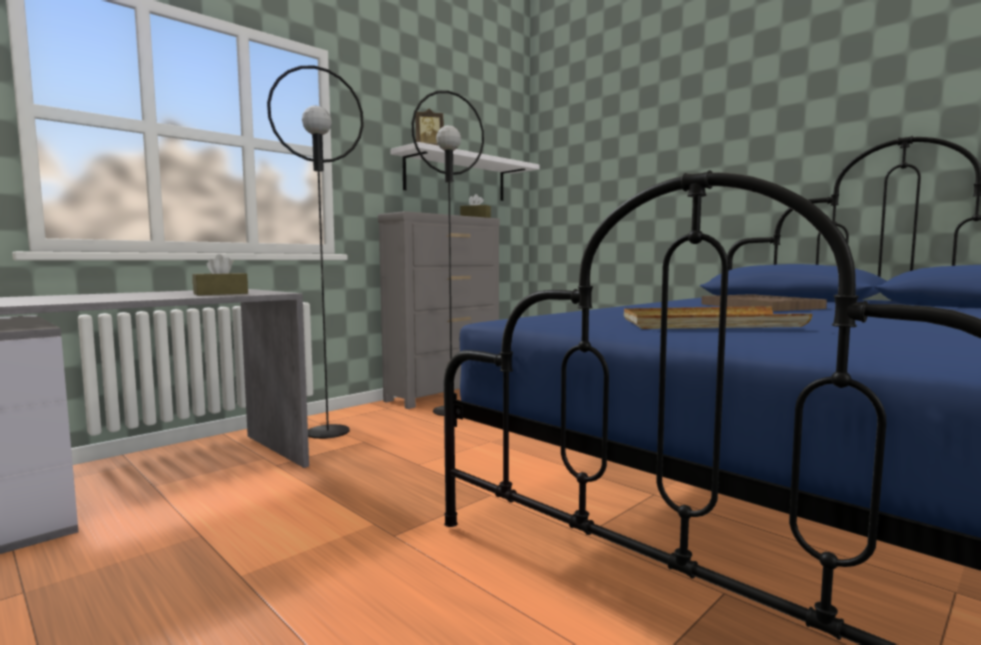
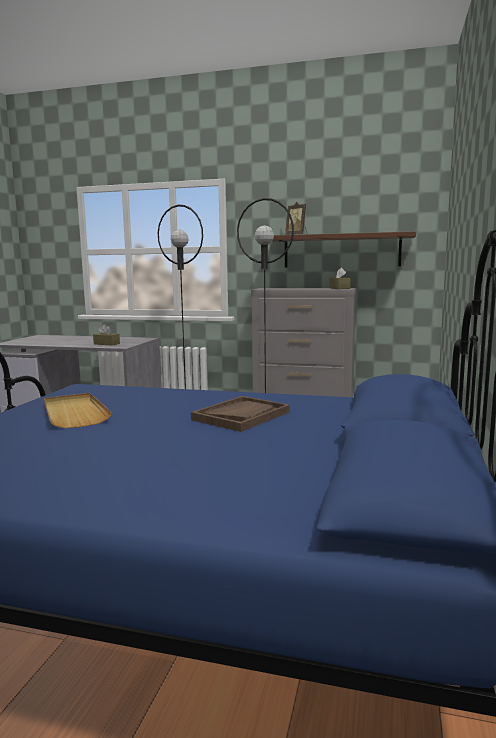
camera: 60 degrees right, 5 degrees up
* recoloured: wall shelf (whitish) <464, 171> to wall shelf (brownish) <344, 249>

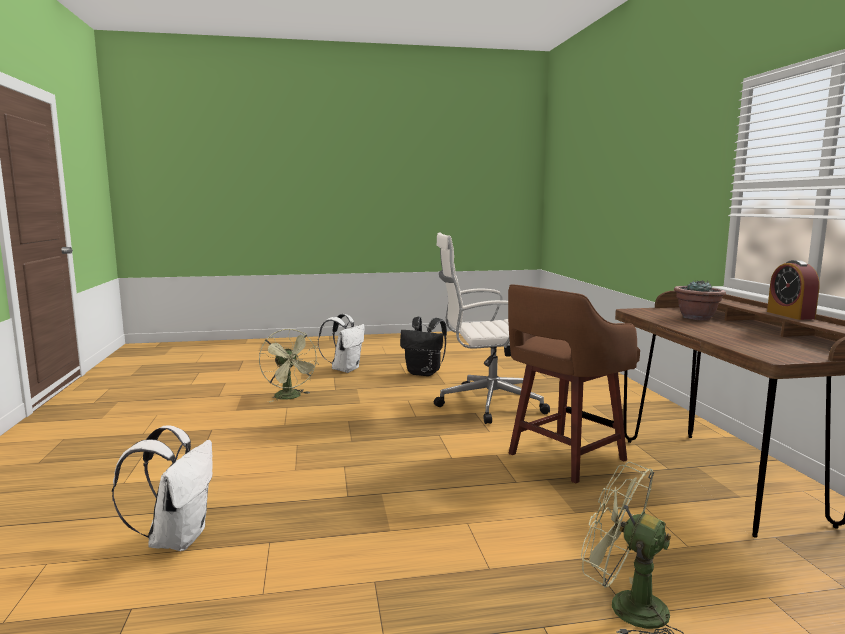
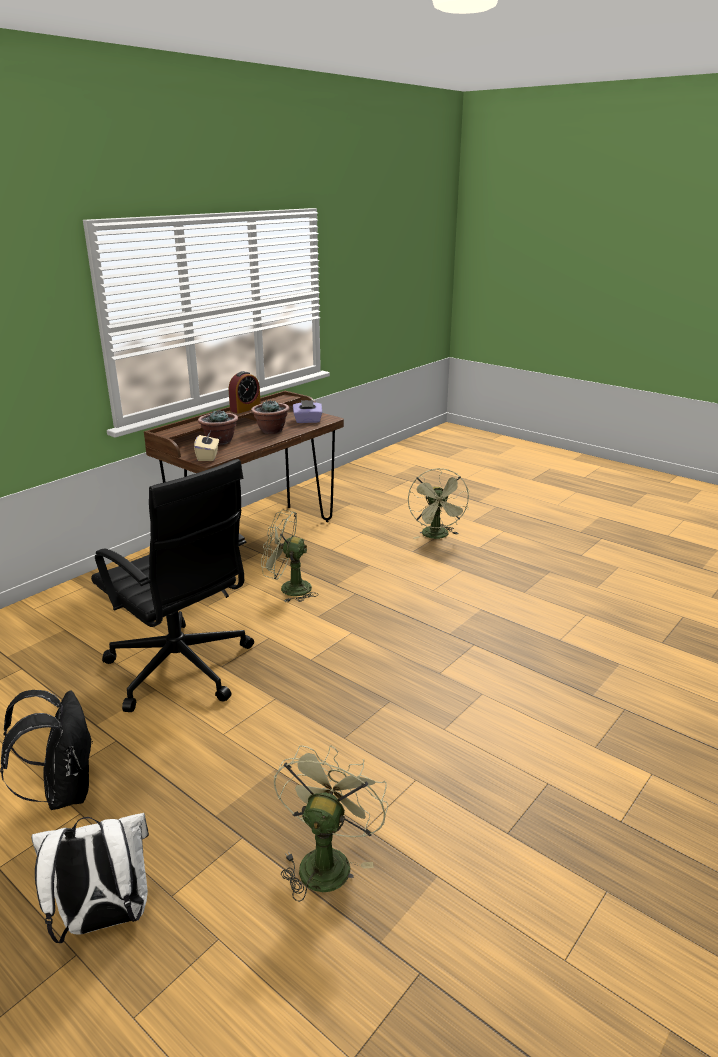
camera: 130 degrees left, 15 degrees up
* removed: rucksack (whitish) <162, 488>
* recoloured: office chair (whitish) <492, 328> to office chair (black-coloured) <172, 585>
* replaced: stool seat (brownish) <574, 384> to fan (green-coloured) <290, 556>
* added: tissue box (beige) <206, 446>
* added: potted plant <270, 417>
* added: tissue box (purplish) <307, 411>

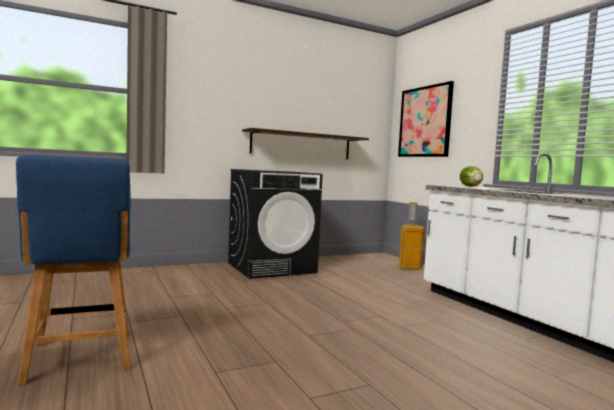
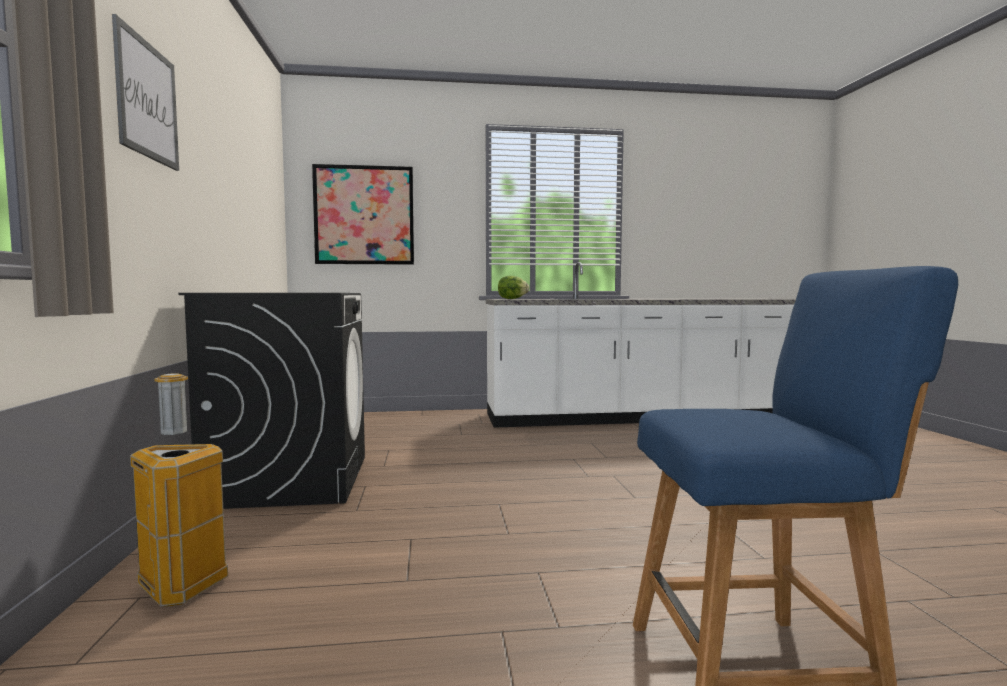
camera: 70 degrees left, 0 degrees up
* removed: wall shelf <305, 143>
* moved: trash can <412, 236> to <179, 490>
* added: picture <145, 92>

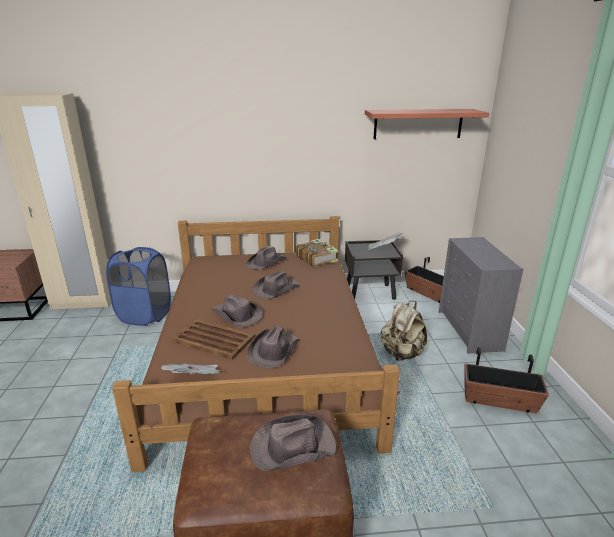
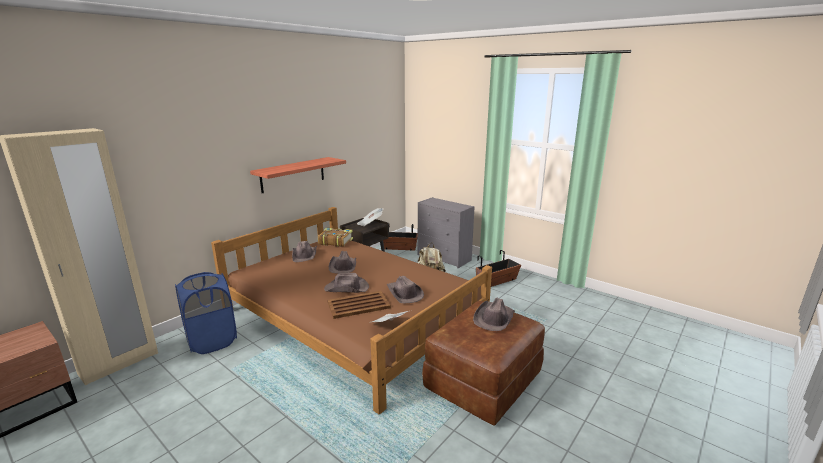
camera: 45 degrees left, 5 degrees down
* moved: wall shelf <427, 124> to <298, 175>

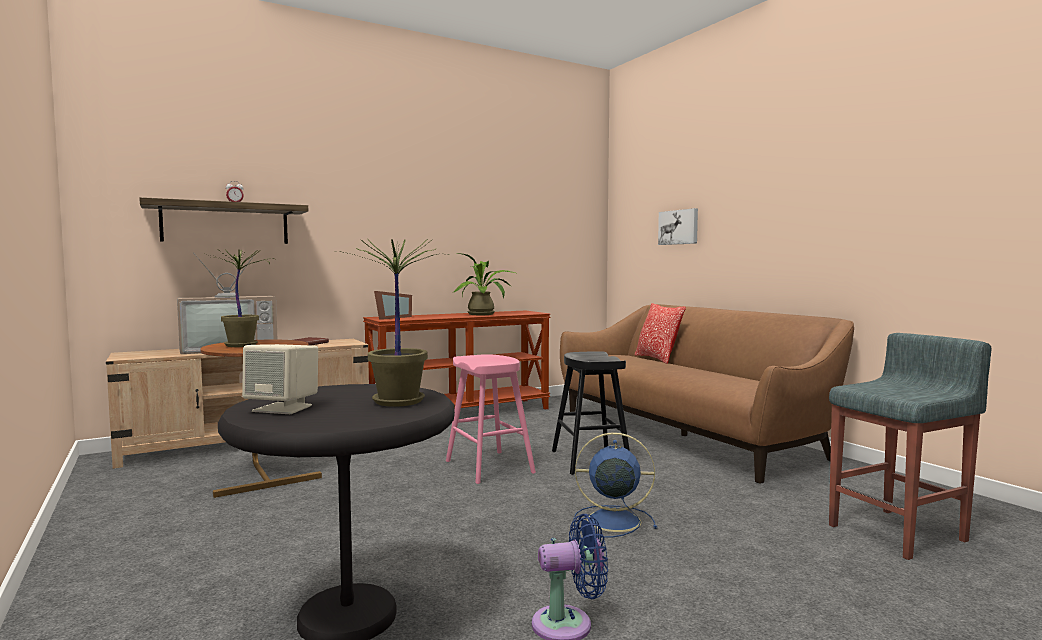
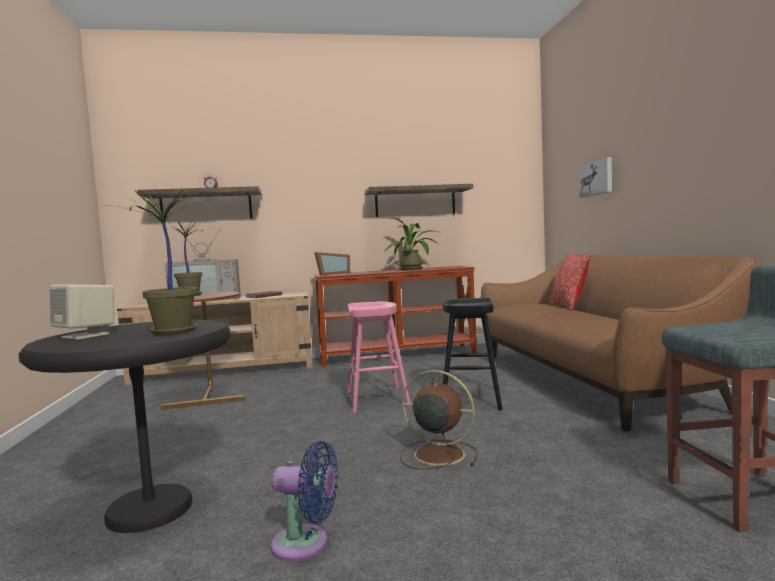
camera: 20 degrees right, 0 degrees up
* recoloured: fan (blue-coloured) <615, 485> to fan (brownish) <439, 420>
* added: wall shelf <419, 200>

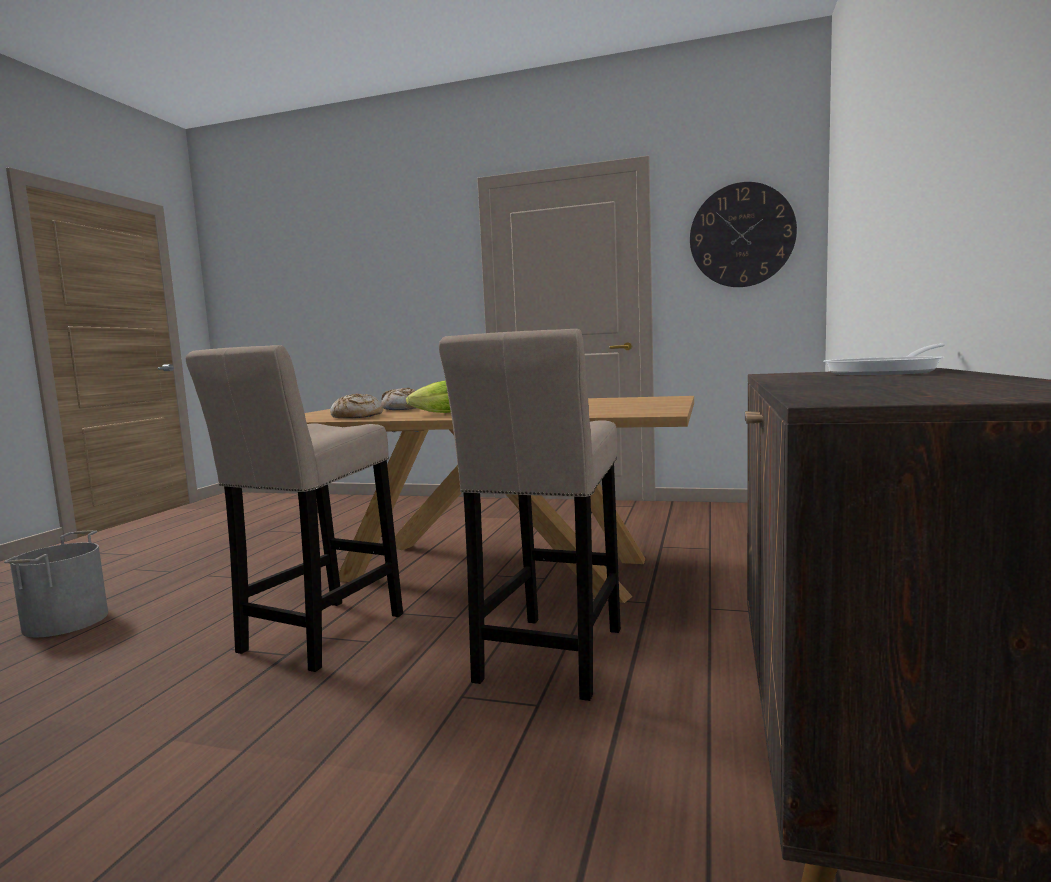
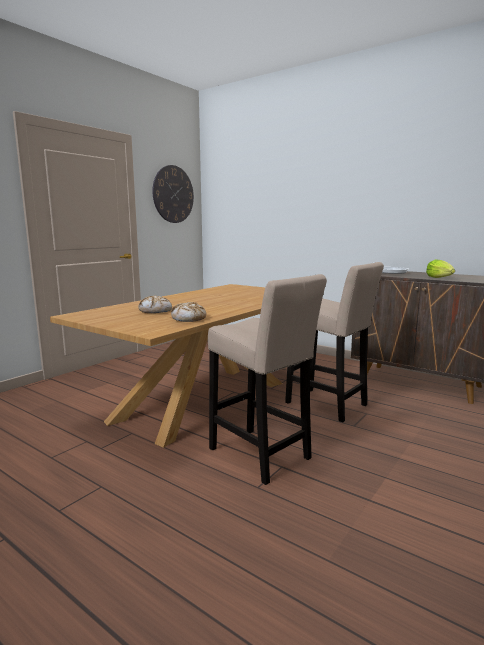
camera: 70 degrees left, 5 degrees up
* removed: water bucket (grey) <56, 583>
* moved: lettuce head <428, 397> to <440, 268>

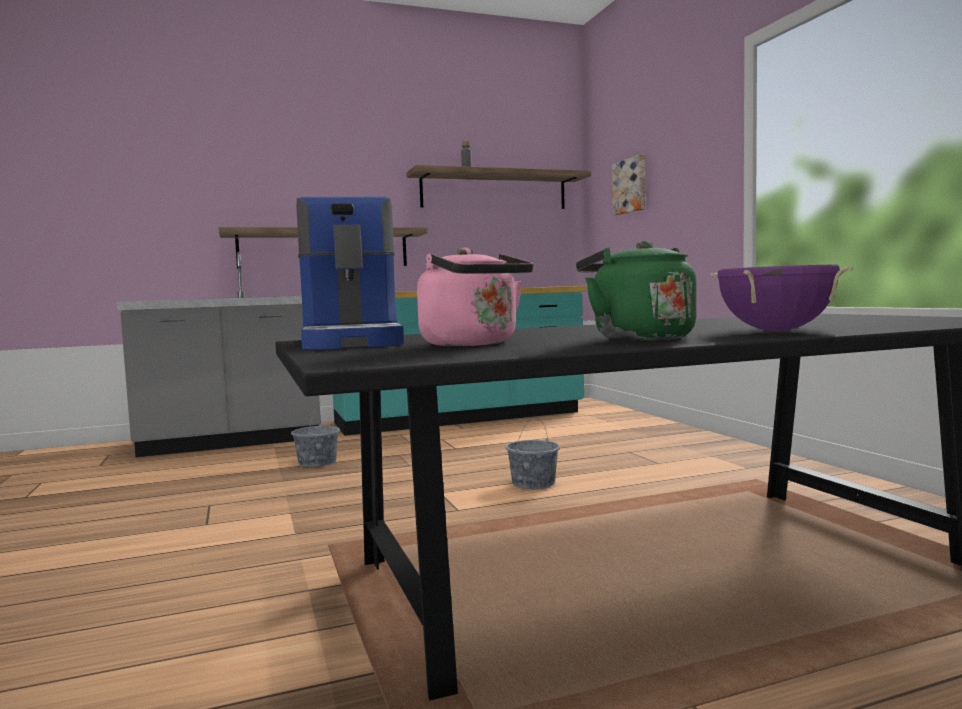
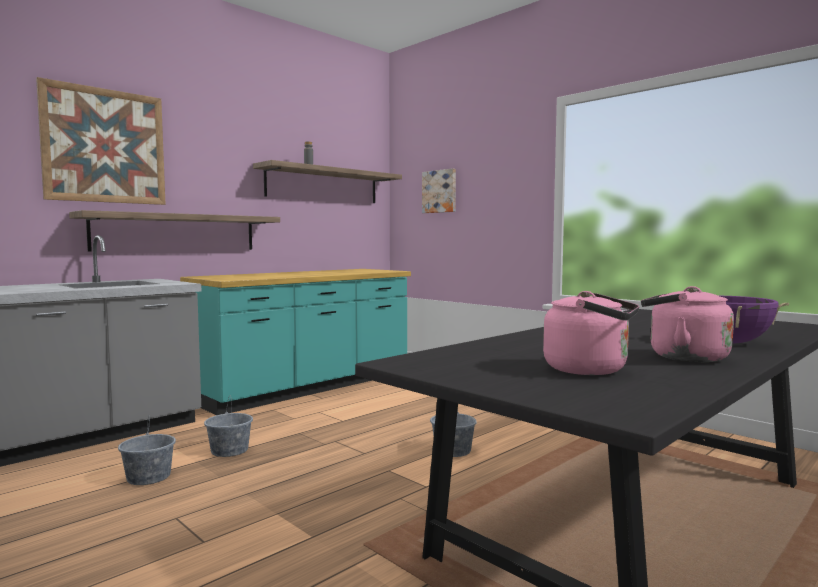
camera: 25 degrees left, 0 degrees up
* removed: coffee brewer <350, 273>
* recoloured: kettle (green-coloured) <636, 291> to kettle (pink-coloured) <687, 324>
* added: picture <101, 141>
* added: water bucket (grey) <147, 450>

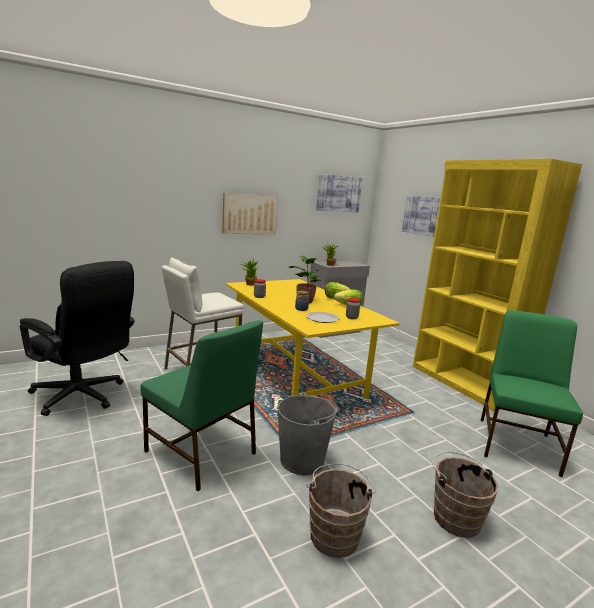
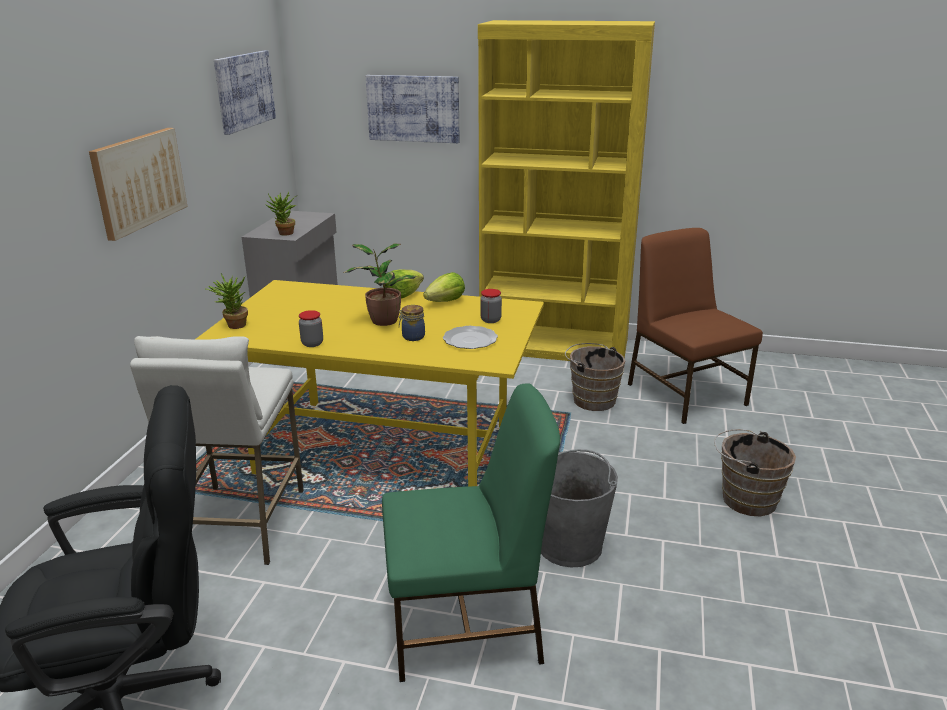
camera: 45 degrees left, 10 degrees up
* moved: water bucket (brownish) <341, 511> to <595, 377>
* recoloured: chair (green-coloured) <532, 394> to chair (brownish) <695, 326>

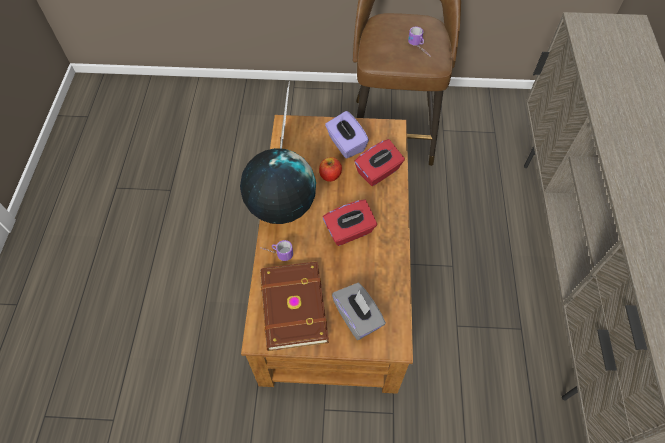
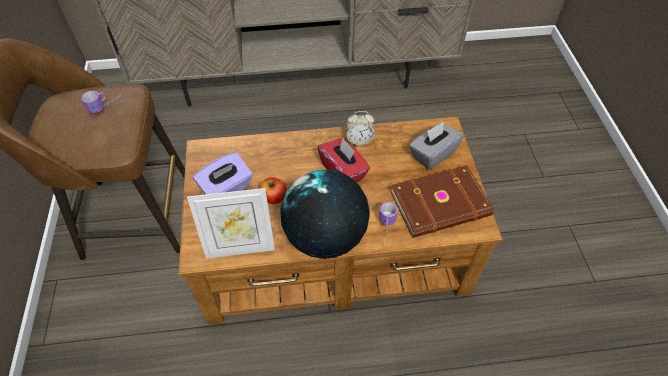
camera: 100 degrees left, 5 degrees down
* removed: tissue box (reddish) <379, 162>
* added: table clock <360, 128>

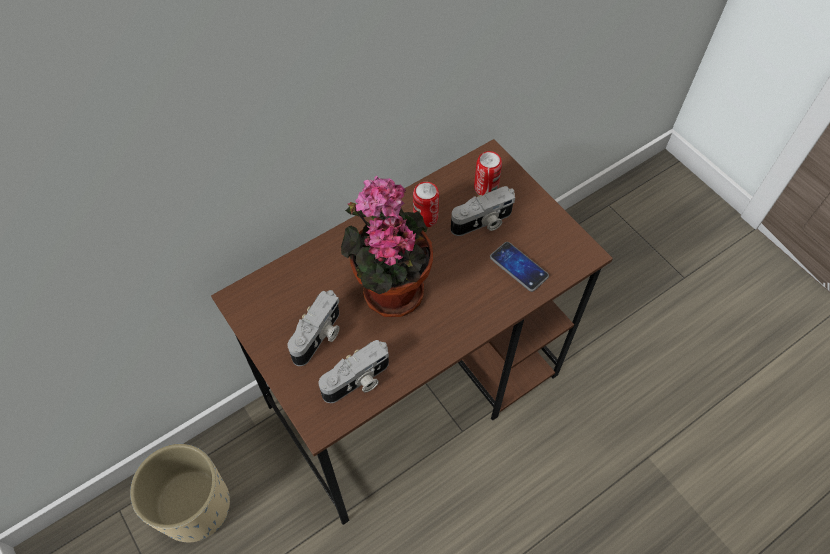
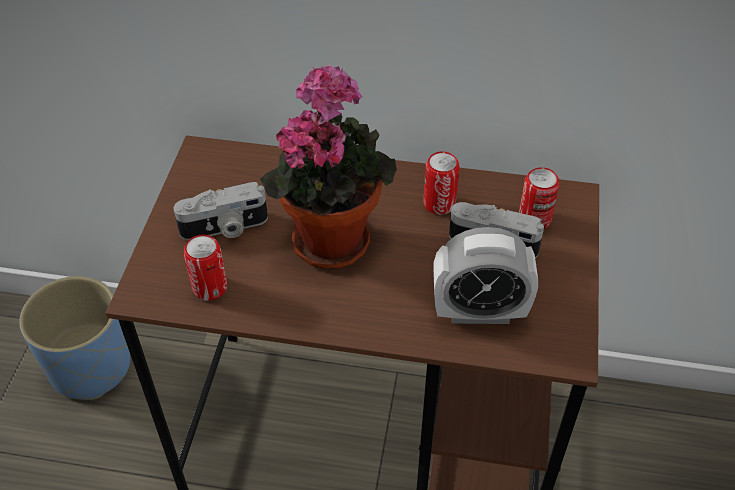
camera: 45 degrees right, 10 degrees down
* recoloured: plant pot (beige) <180, 493> to plant pot (blue-coloured) <74, 338>
* replaced: photo camera <354, 371> to metal can <205, 268>
* replaced: handset <519, 267> to table clock <485, 275>

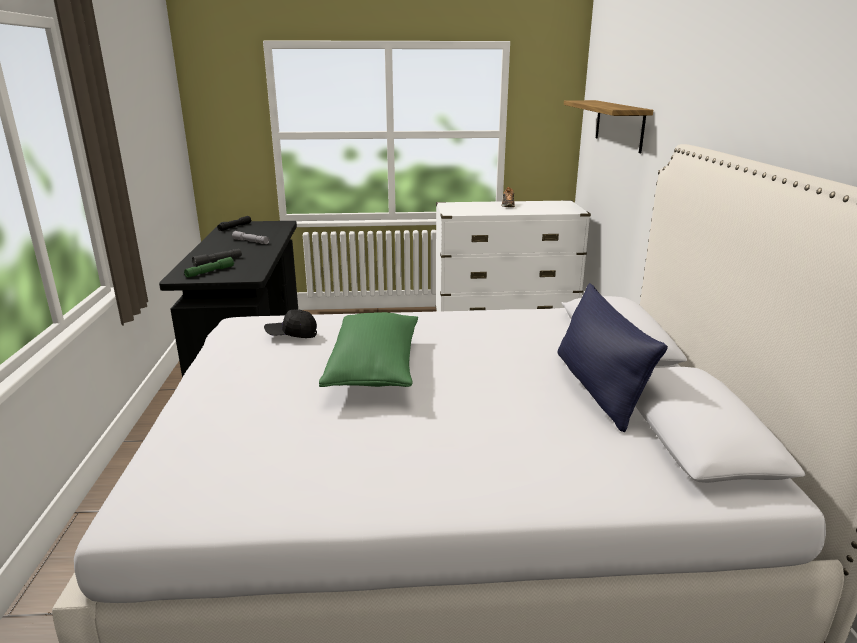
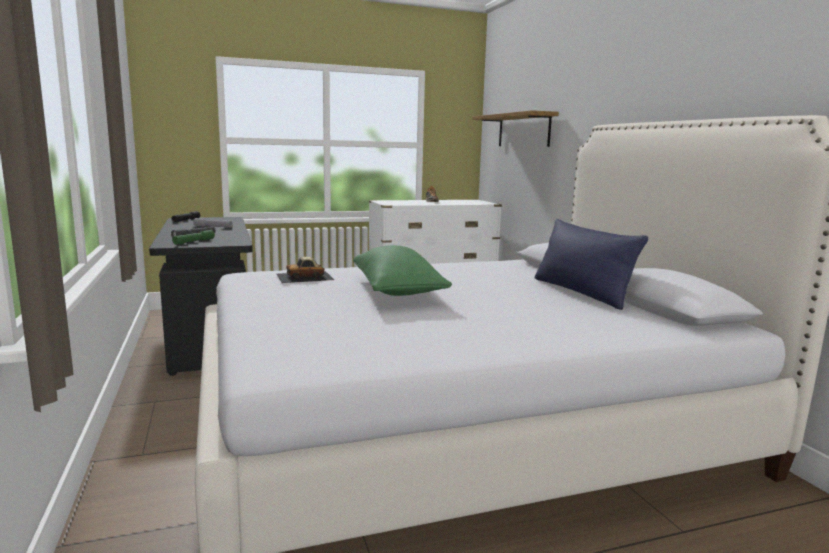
camera: 15 degrees left, 10 degrees down
* replaced: peaked cap (black-coloured) <290, 323> to toy car <305, 270>

